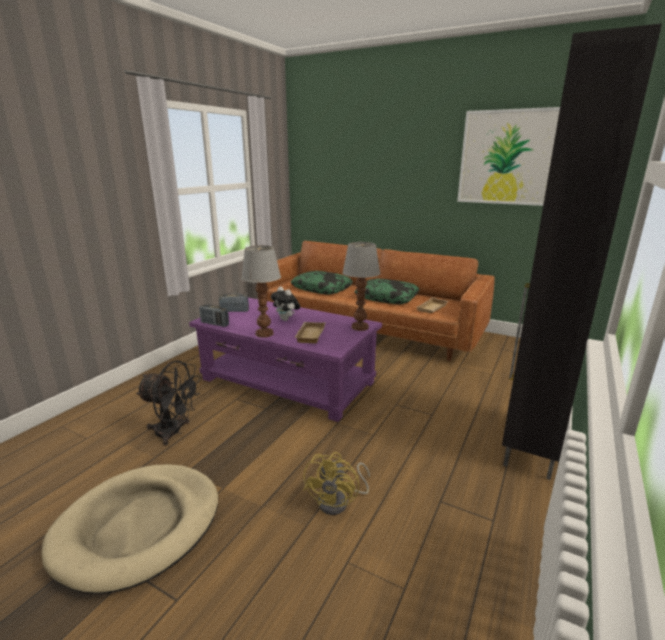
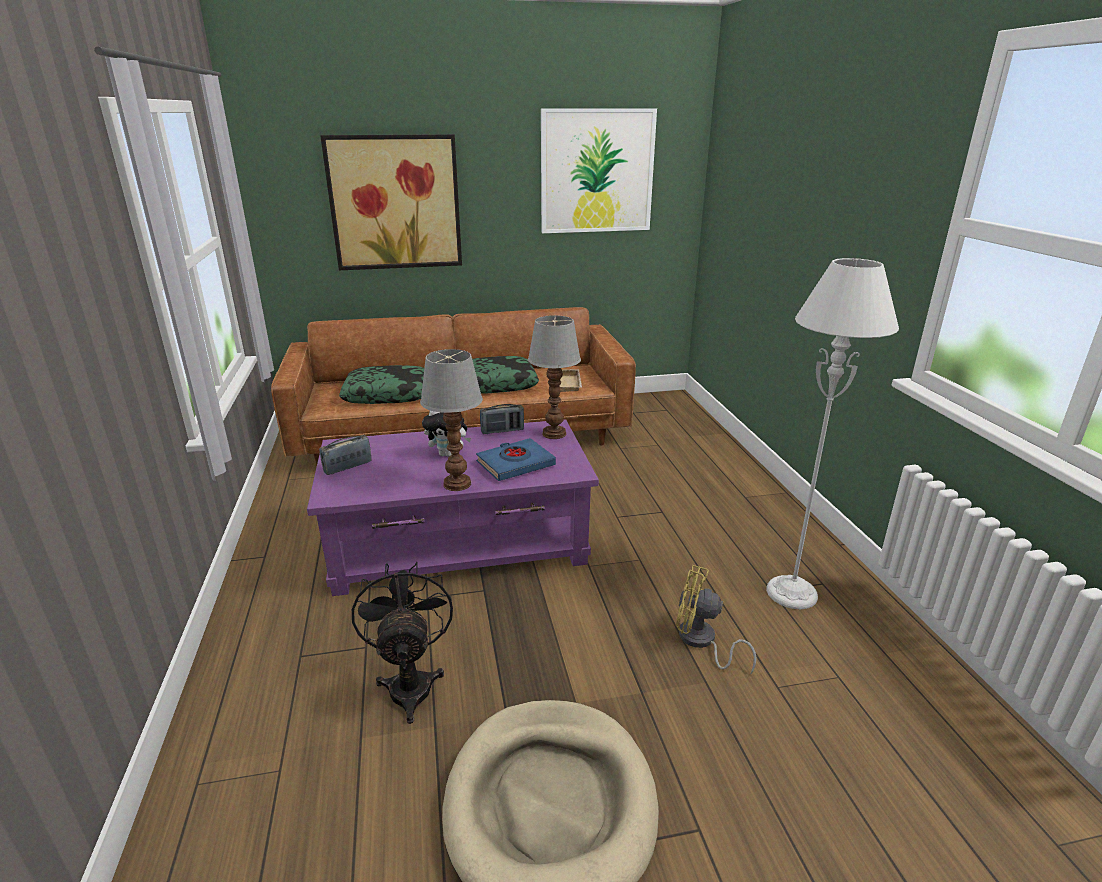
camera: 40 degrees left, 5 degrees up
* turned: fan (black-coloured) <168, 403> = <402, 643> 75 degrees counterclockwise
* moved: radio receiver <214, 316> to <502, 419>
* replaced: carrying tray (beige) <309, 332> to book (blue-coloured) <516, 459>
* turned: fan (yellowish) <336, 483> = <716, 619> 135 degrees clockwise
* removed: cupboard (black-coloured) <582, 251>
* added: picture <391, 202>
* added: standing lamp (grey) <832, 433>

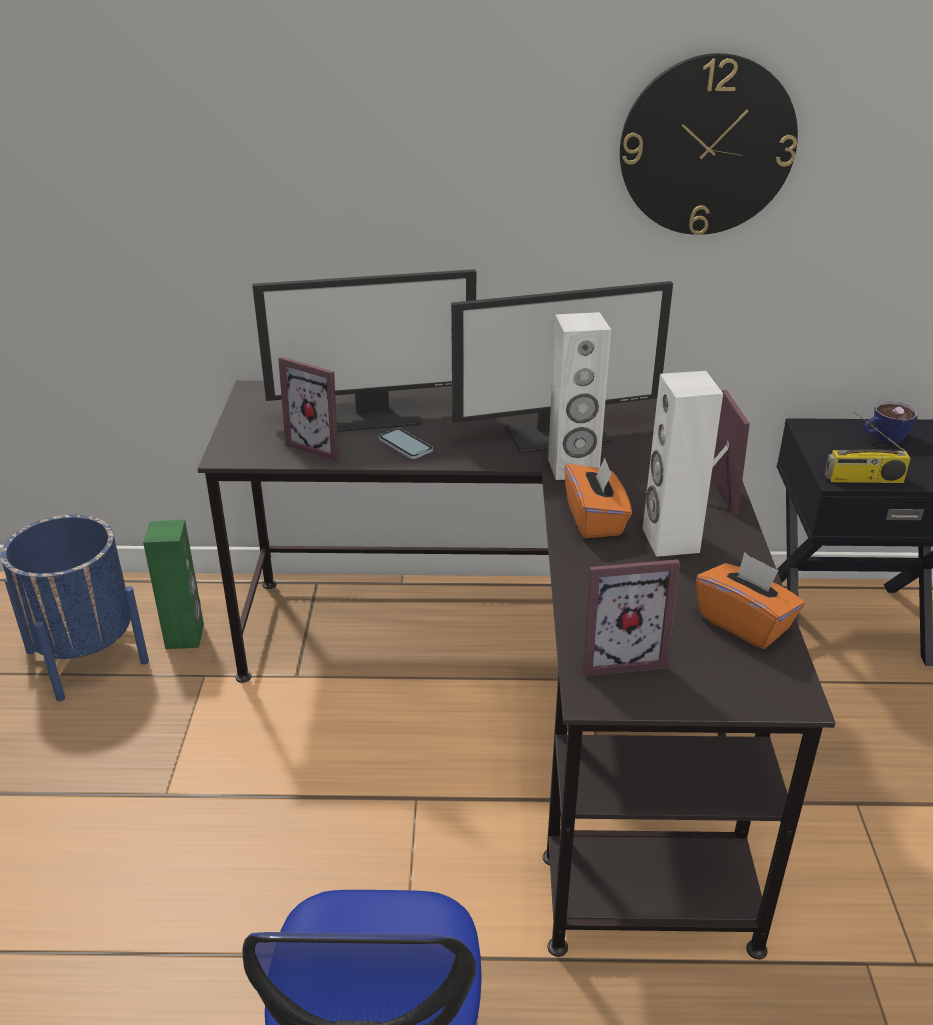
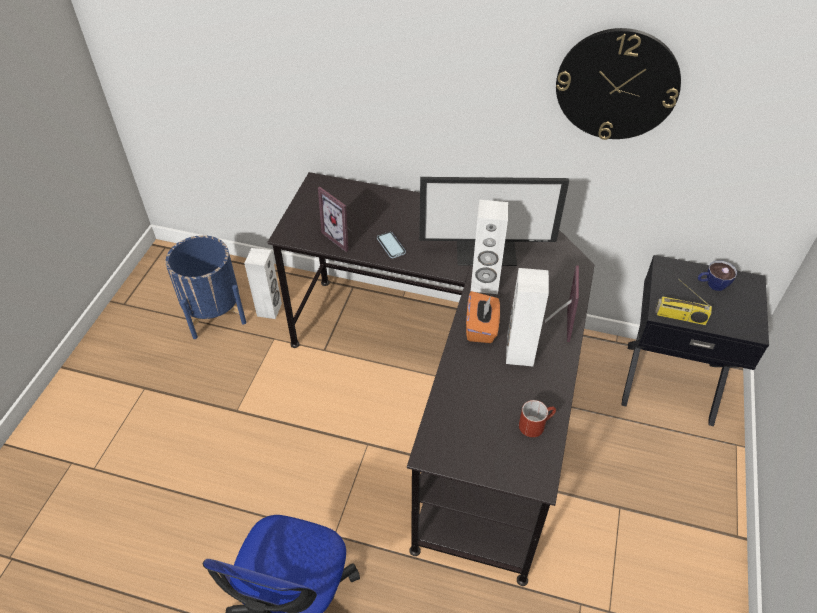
camera: 15 degrees right, 15 degrees up
* recoloured: speaker (green-coloured) <173, 584> to speaker (whitish) <263, 283>
* removed: computer screen <364, 350>
* removed: standing frame <631, 617>
* replaced: tissue box (orangey) <750, 600> to tea mug (reddish) <537, 418>

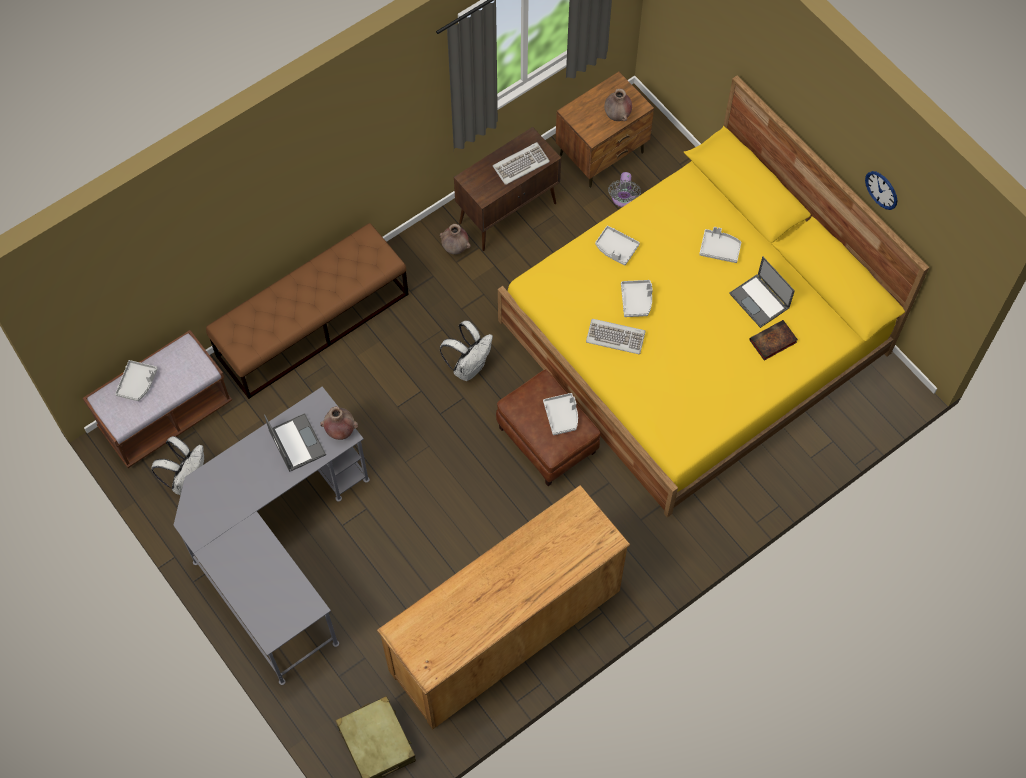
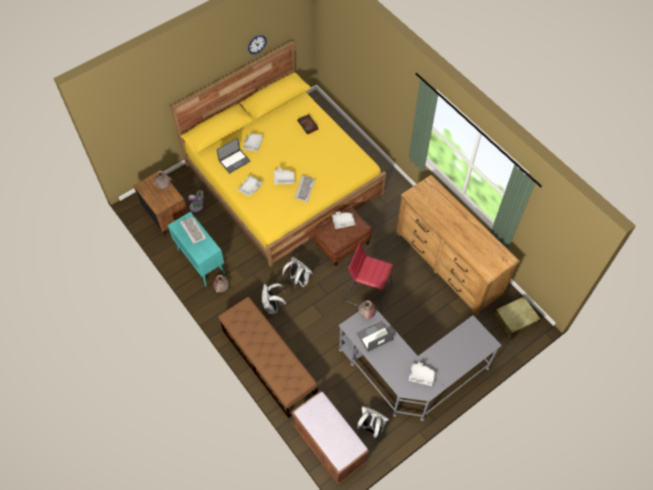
camera: 90 degrees left, 5 degrees down
* moved: carrying tray (grey) <136, 380> to <422, 374>
* recoloured: cupboard (brownish) <507, 189> to cupboard (turquoise-coloured) <196, 249>
* moved: notebook computer <762, 292> to <233, 156>
* added: rucksack (whitish) <274, 298>
* added: stool seat (reddish) <368, 278>

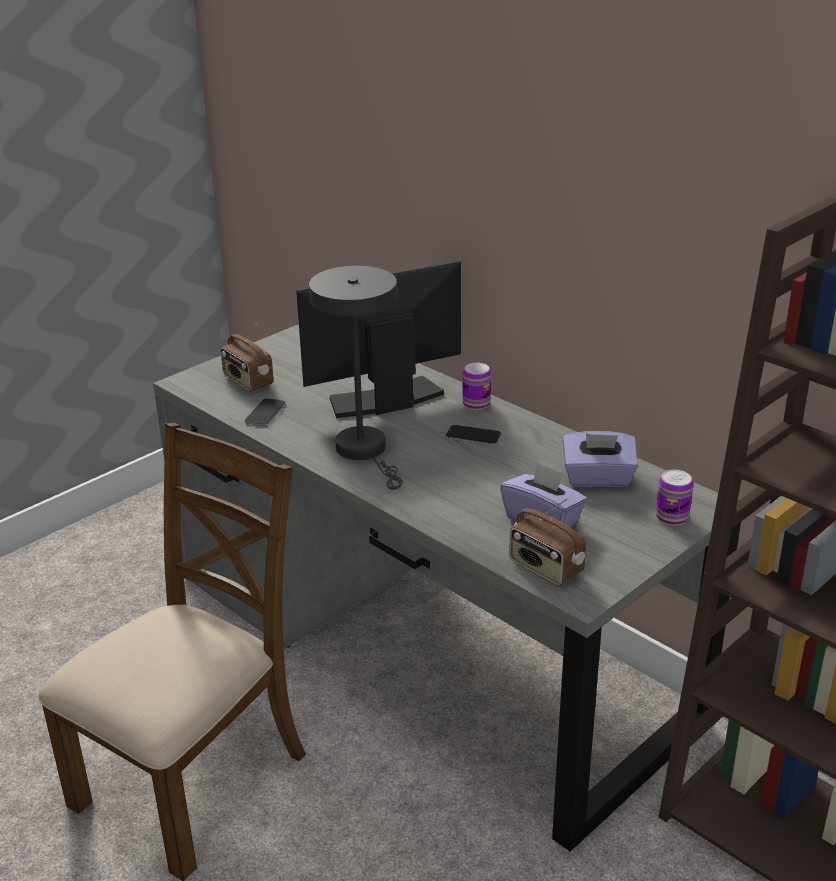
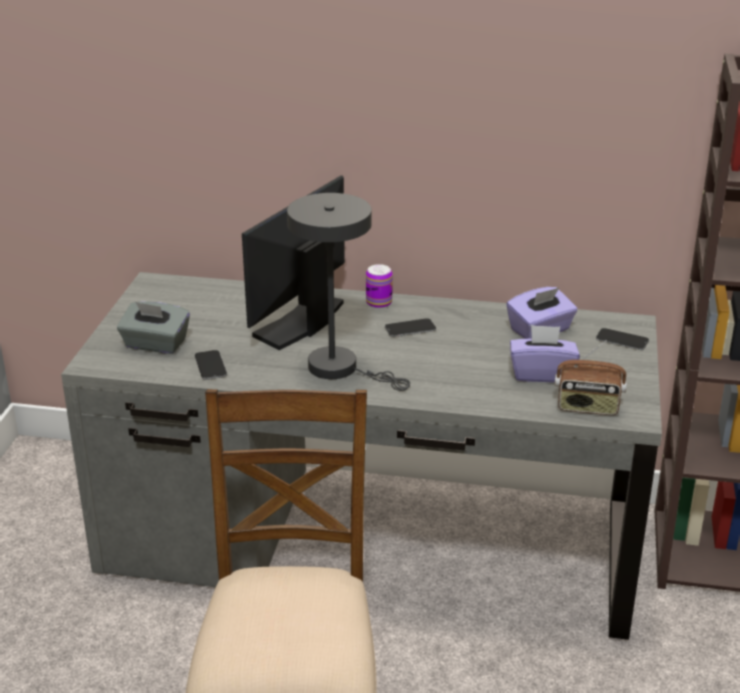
camera: 35 degrees left, 0 degrees up
* replaced: radio receiver <247, 357> to tissue box (grey) <153, 327>
* replaced: metal can <674, 497> to handset <622, 339>

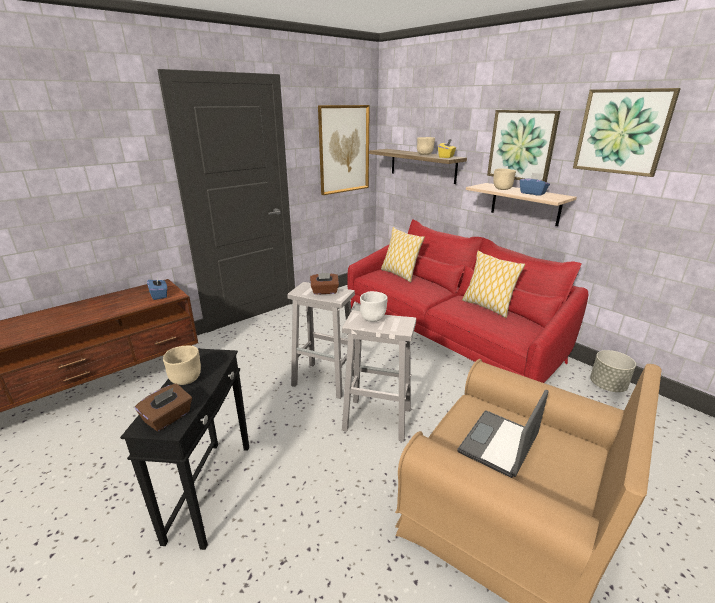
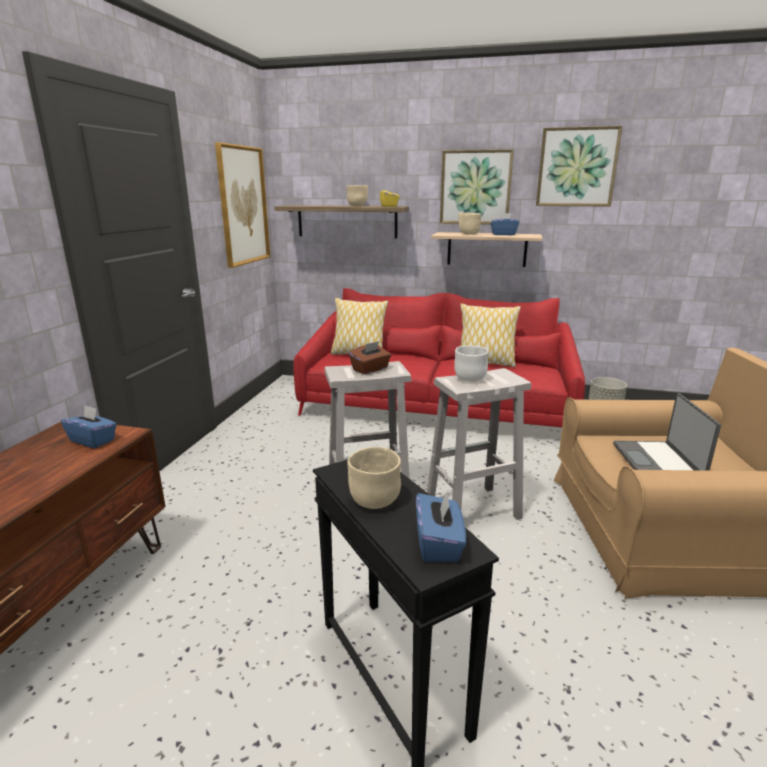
camera: 35 degrees left, 5 degrees down
* recoloured: tissue box (brownish) <163, 407> to tissue box (blue-coloured) <441, 526>

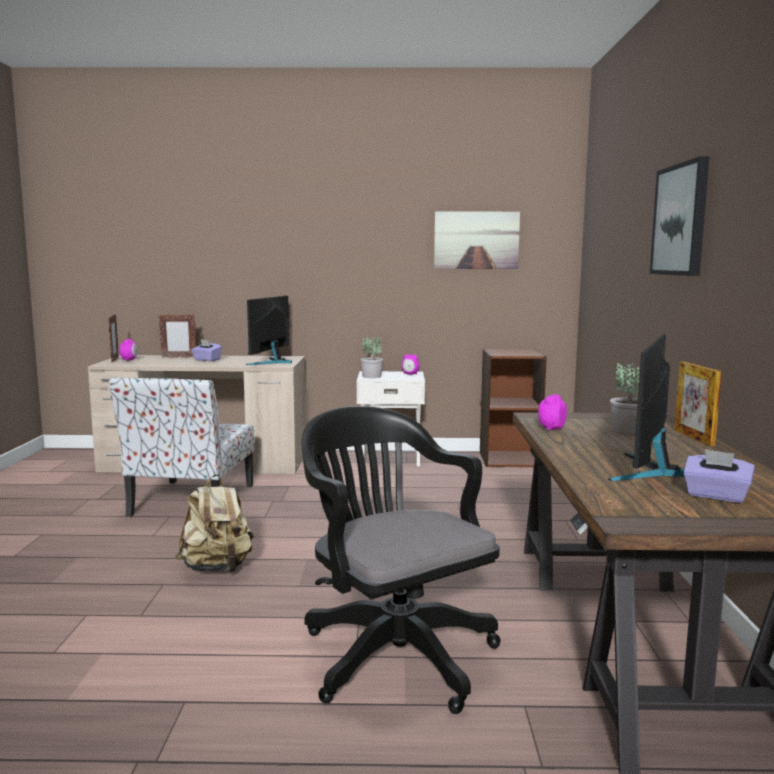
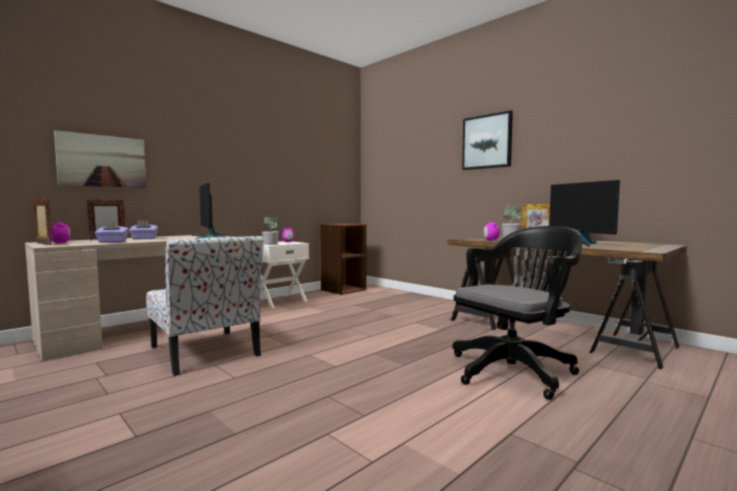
camera: 45 degrees left, 5 degrees down
* removed: rucksack (beige) <214, 523>
* turned: office chair (black-coloured) <401, 560> = <517, 313> 135 degrees clockwise
* moved: picture <477, 240> to <100, 159>
* moved: tissue box (purplish) <719, 476> to <112, 232>

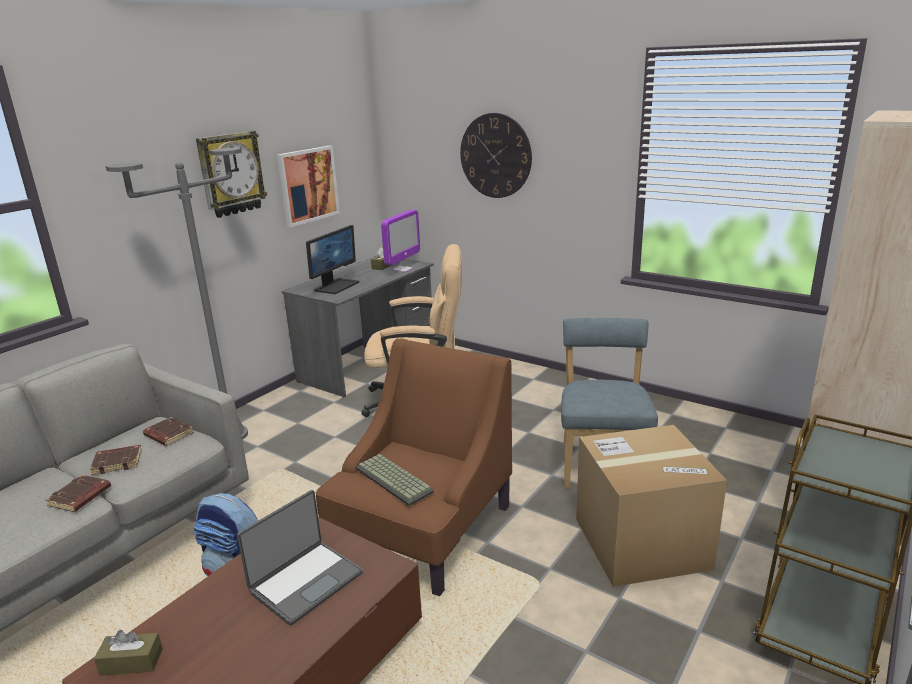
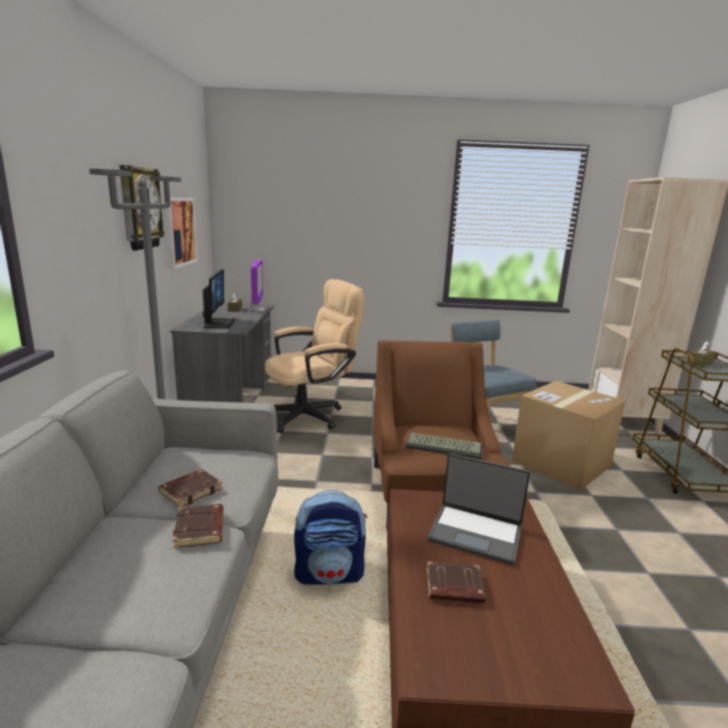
camera: 35 degrees left, 5 degrees down
* moved: tissue box (brownish) <128, 653> to <702, 354>
* moved: book (brownish) <168, 431> to <456, 582>
* turned: notebook computer <300, 558> = <479, 509> 105 degrees clockwise
* removed: hanging clock <496, 155>

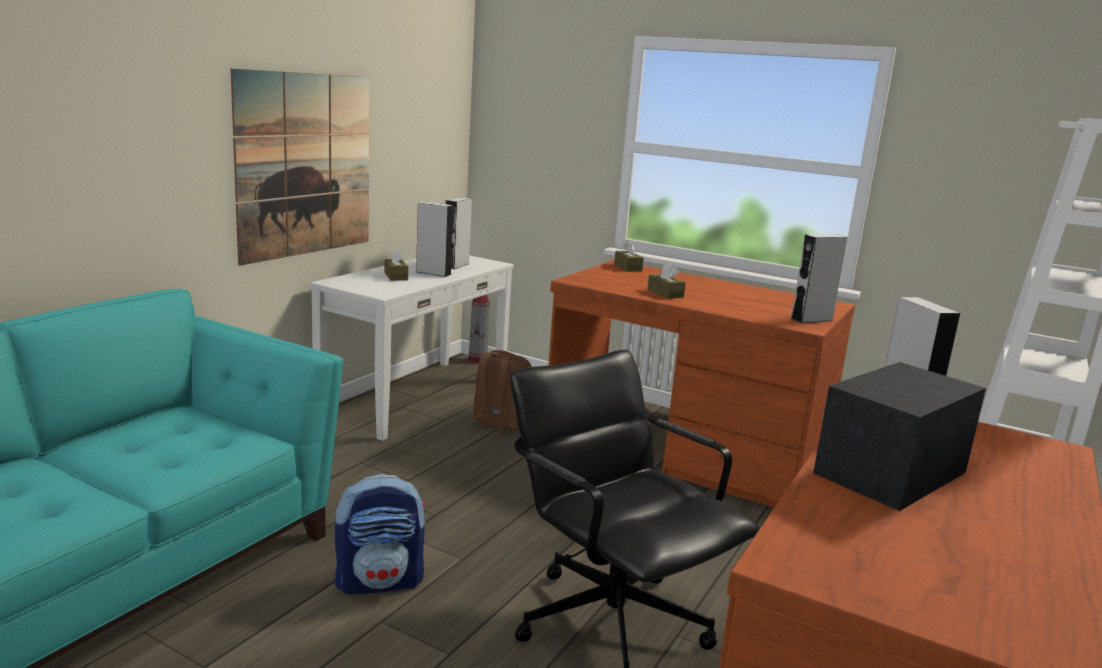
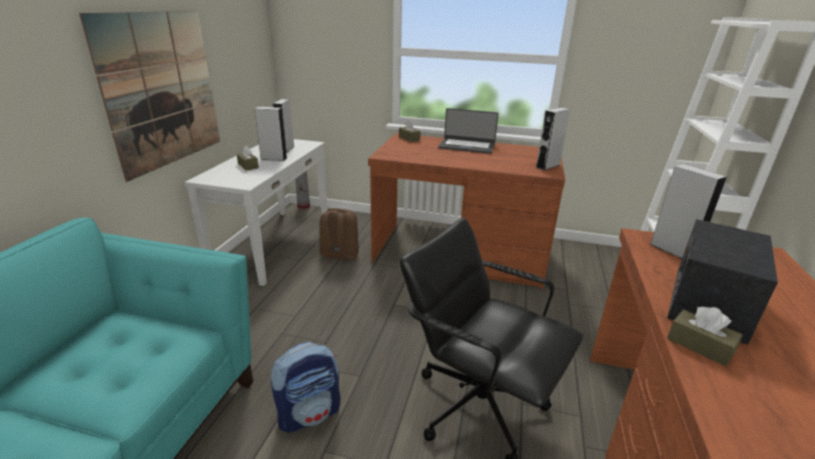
camera: 15 degrees left, 10 degrees up
* moved: tissue box (brownish) <666, 281> to <705, 336>
* added: notebook computer <468, 131>

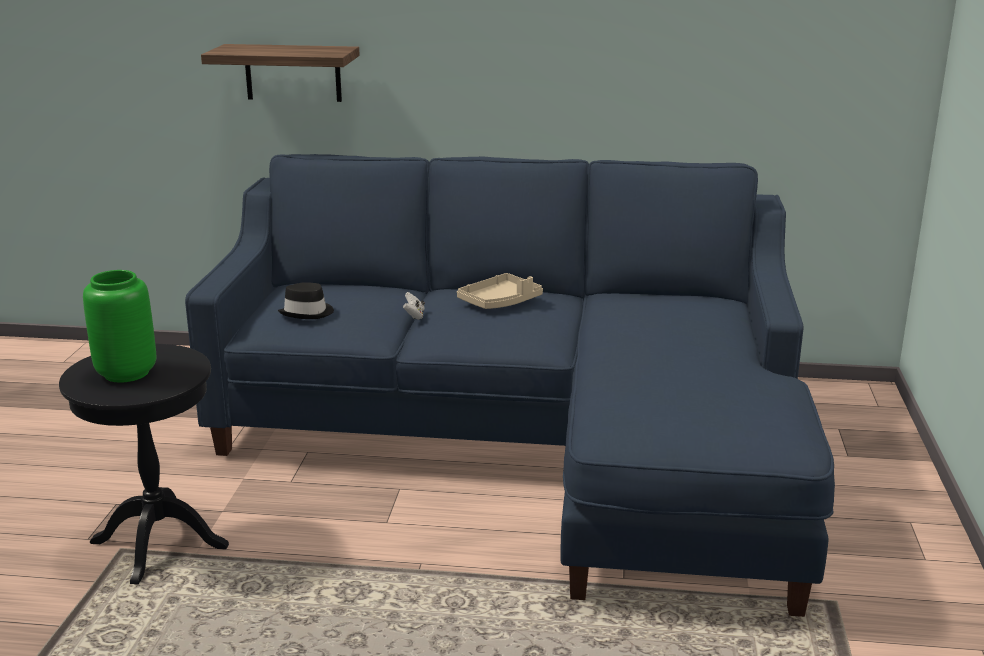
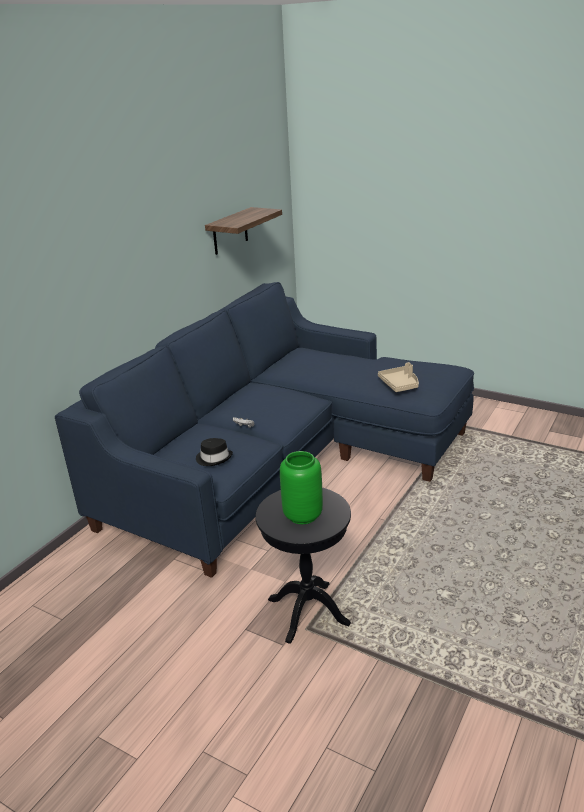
camera: 65 degrees left, 5 degrees up
* moved: wall shelf <280, 73> to <243, 231>
* moved: carrying tray (beige) <500, 291> to <398, 377>

